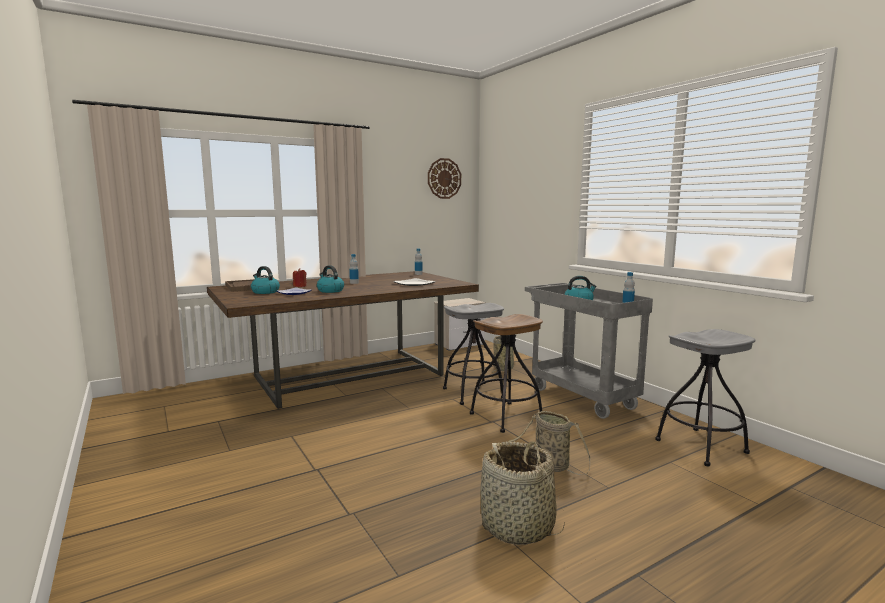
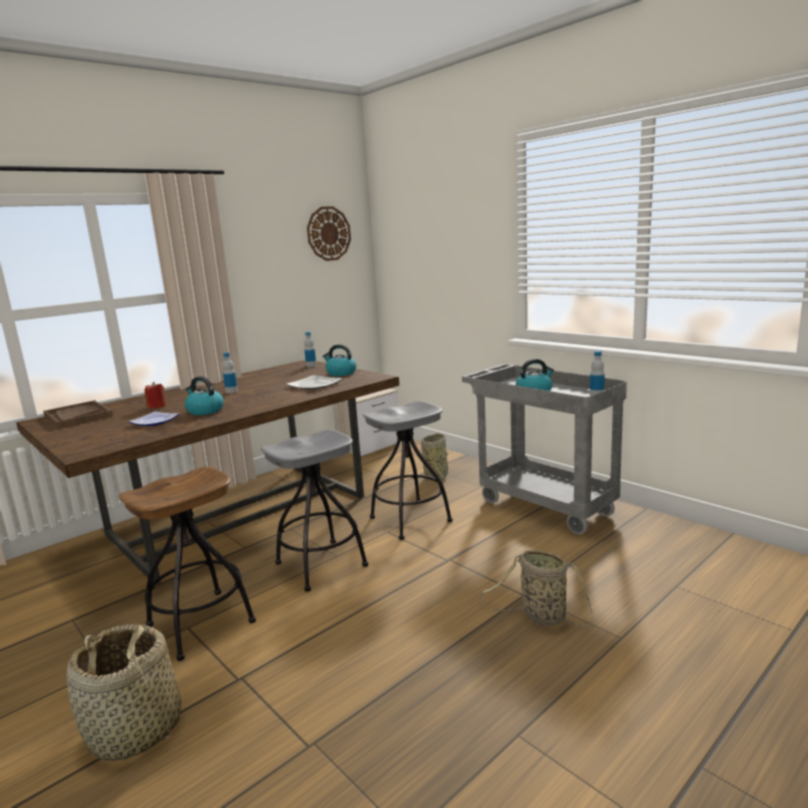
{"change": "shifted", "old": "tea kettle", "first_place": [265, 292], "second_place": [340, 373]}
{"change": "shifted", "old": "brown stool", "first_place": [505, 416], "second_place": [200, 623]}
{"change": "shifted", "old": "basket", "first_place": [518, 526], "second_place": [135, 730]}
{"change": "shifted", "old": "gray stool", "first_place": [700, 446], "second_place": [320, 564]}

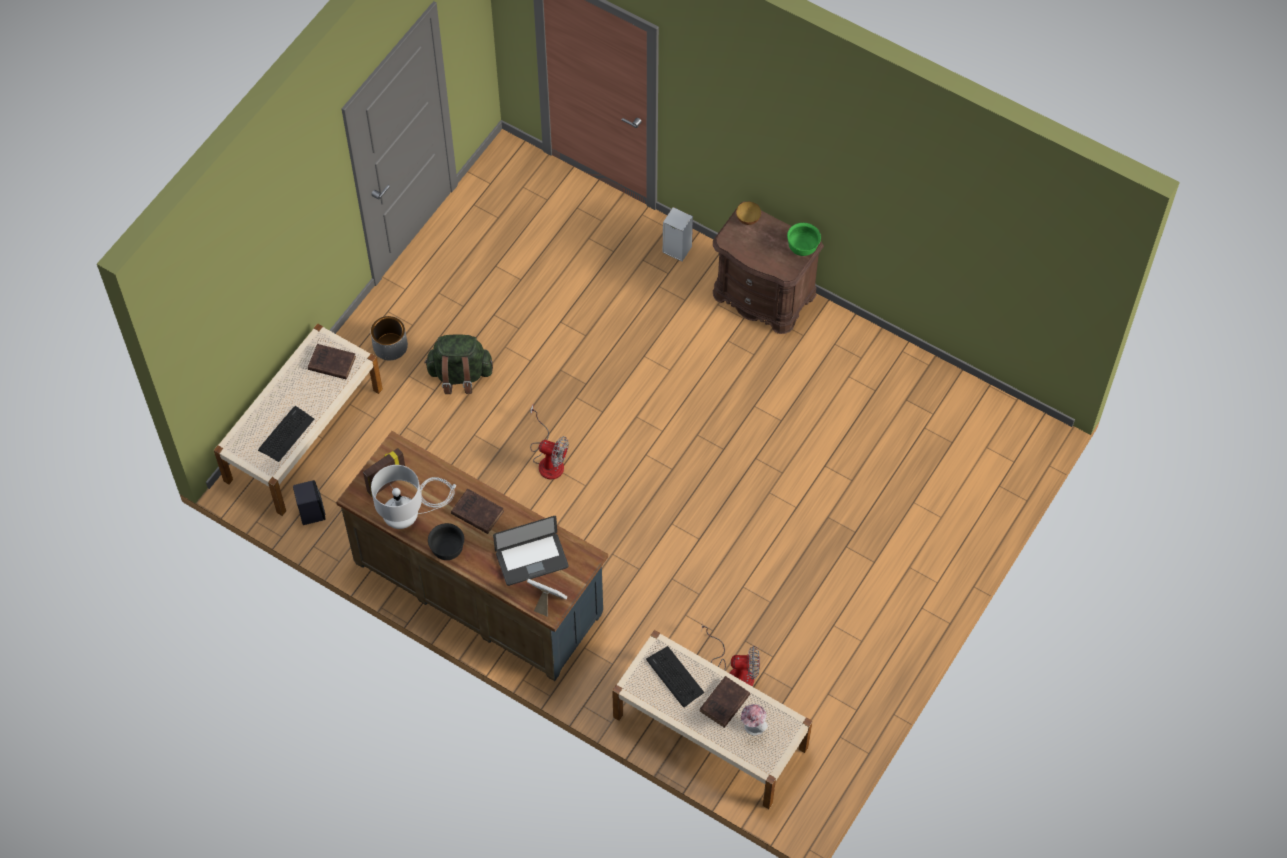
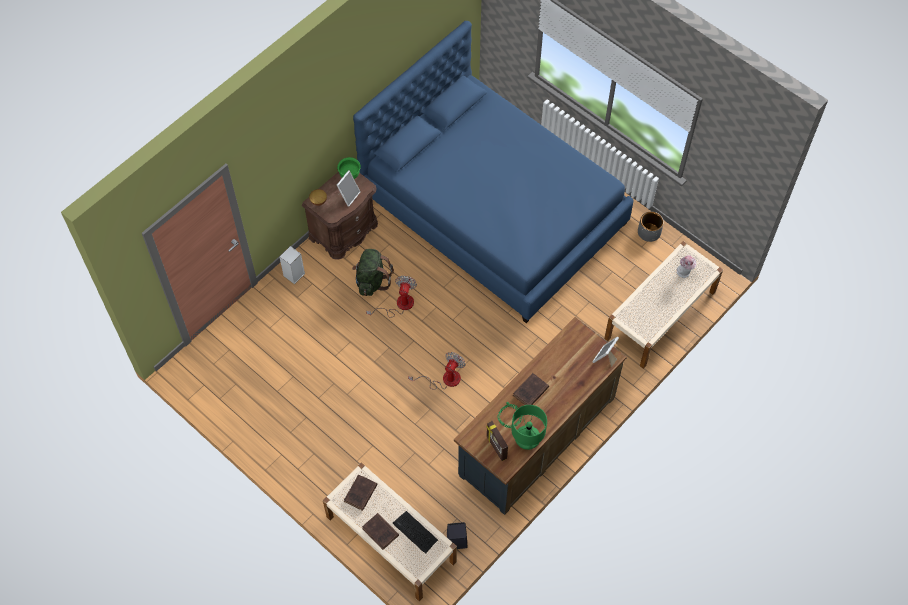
{"change": "gone", "old": "black serving bowl", "first_place": [447, 549]}
{"change": "gone", "old": "notebook computer", "first_place": [532, 560]}
{"change": "gone", "old": "keyboard", "first_place": [674, 677]}
{"change": "new", "new": "picture frame", "second_place": [348, 196]}
{"change": "new", "new": "bluish bedroom bed", "second_place": [493, 208]}
{"change": "shifted", "old": "gray planter", "first_place": [390, 346], "second_place": [649, 232]}
{"change": "shifted", "old": "green backpack", "first_place": [460, 375], "second_place": [372, 281]}
{"change": "shifted", "old": "brown volume", "first_place": [723, 704], "second_place": [381, 532]}
{"change": "shifted", "old": "electric fan", "first_place": [734, 671], "second_place": [399, 305]}
{"change": "repainted", "old": "white-coloured lamp for a table", "new": "green lamp for a table", "first_place": [415, 508], "second_place": [520, 431]}

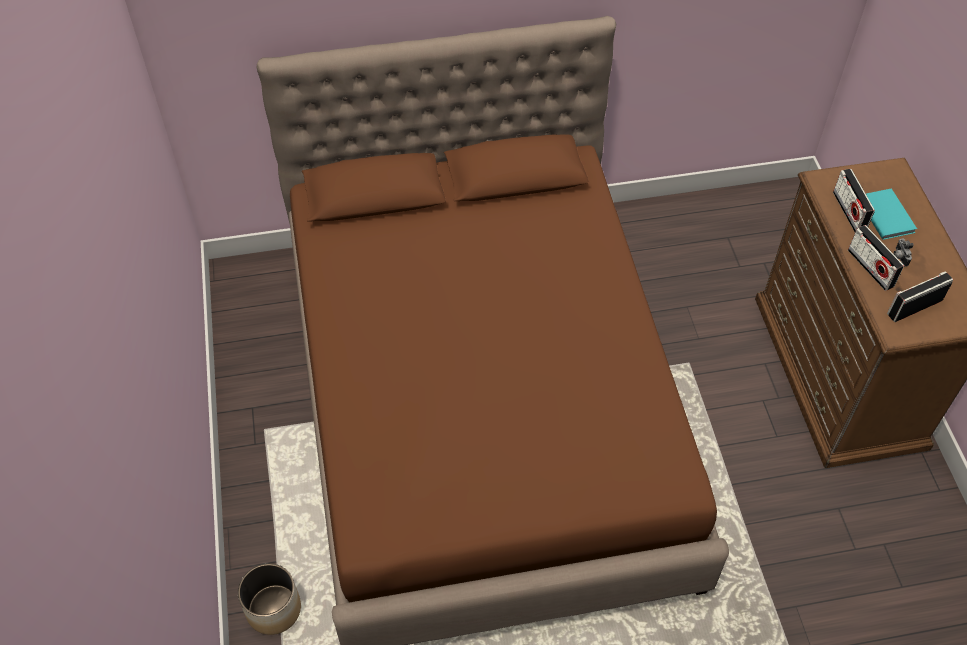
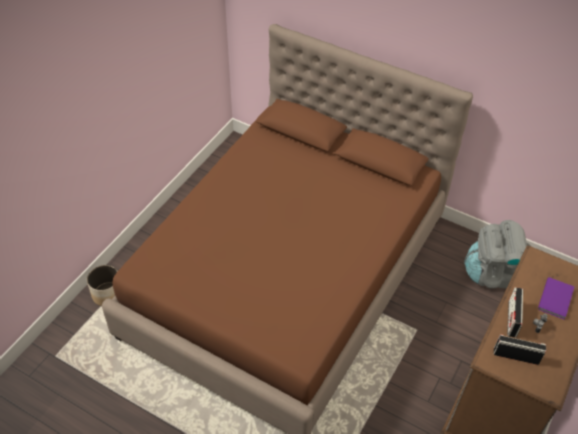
{"change": "gone", "old": "radio receiver", "first_place": [849, 212]}
{"change": "new", "new": "gray backpack", "second_place": [493, 274]}
{"change": "repainted", "old": "turquoise-coloured volume", "new": "purplish volume", "first_place": [886, 215], "second_place": [556, 299]}

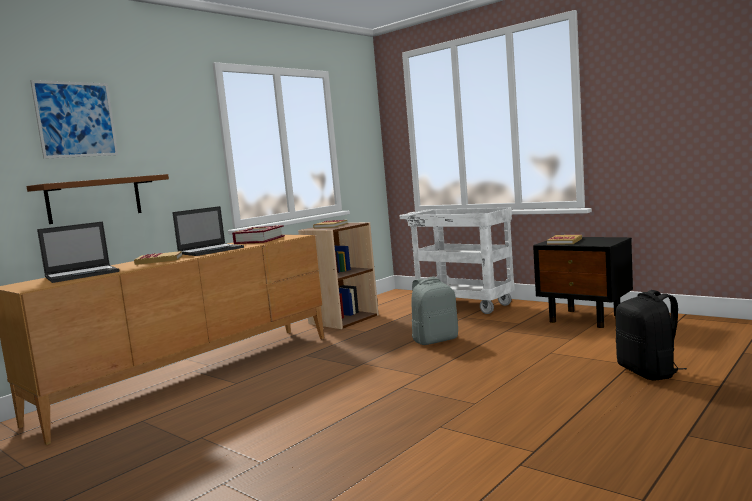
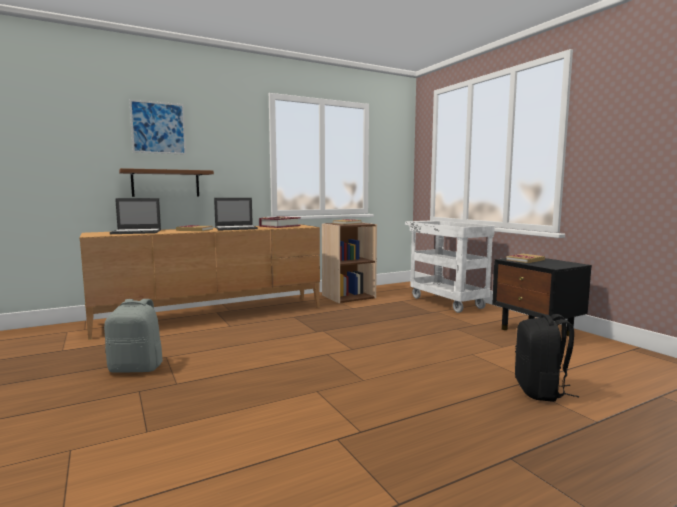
{"change": "shifted", "old": "gray backpack", "first_place": [435, 340], "second_place": [137, 368]}

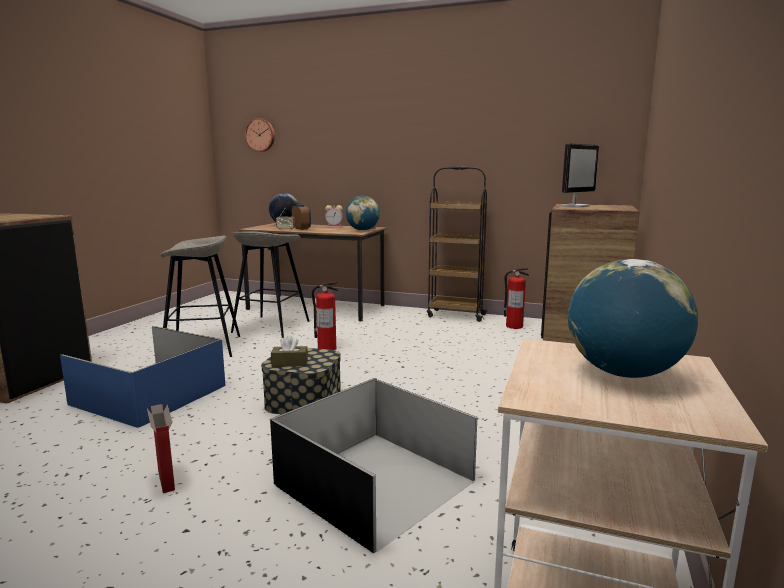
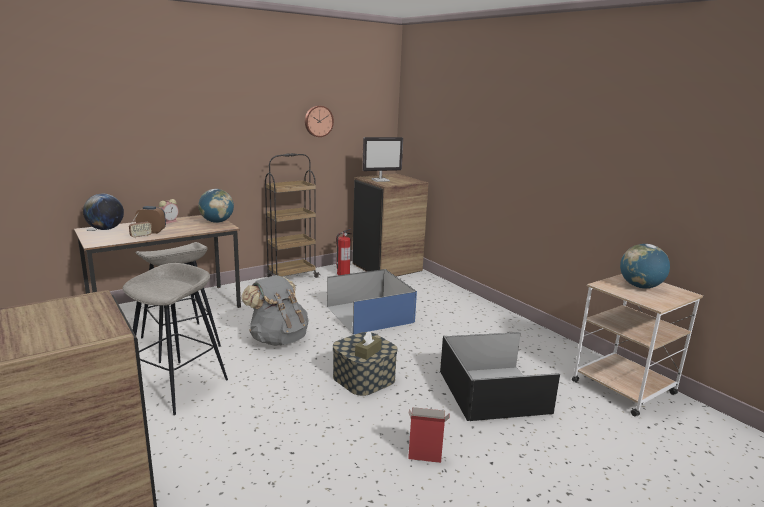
{"change": "shifted", "old": "bluish storage container", "first_place": [151, 394], "second_place": [369, 314]}
{"change": "shifted", "old": "wall clock", "first_place": [260, 135], "second_place": [318, 121]}
{"change": "swapped", "old": "fire-fighting cylinder", "new": "gray backpack", "first_place": [326, 348], "second_place": [278, 339]}
{"change": "rotated", "old": "monitor", "first_place": [575, 206], "second_place": [381, 180], "degrees": 75}

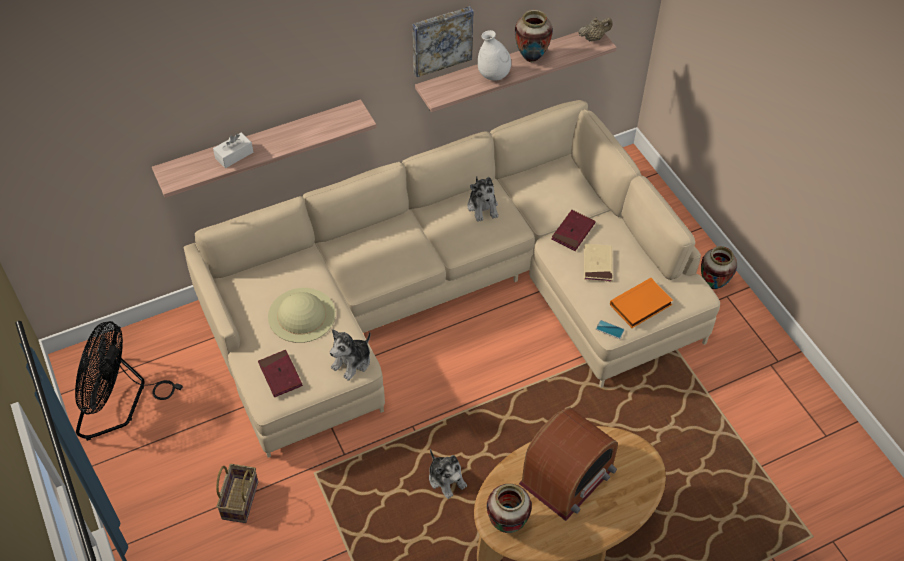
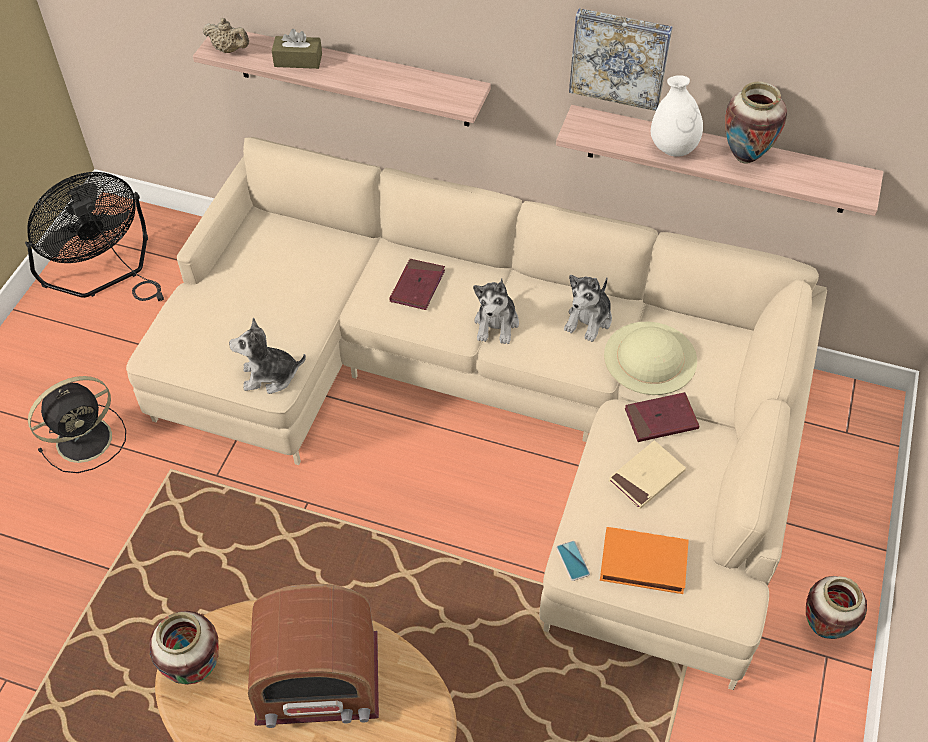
{"change": "shifted", "old": "red-coloured volume", "first_place": [280, 375], "second_place": [417, 286]}
{"change": "shifted", "old": "beige-coloured wearable hat", "first_place": [302, 315], "second_place": [650, 358]}
{"change": "shifted", "old": "plush toy", "first_place": [446, 479], "second_place": [496, 324]}
{"change": "shifted", "old": "beige-coloured teapot", "first_place": [593, 38], "second_place": [229, 50]}
{"change": "swapped", "old": "basket", "new": "black electric fan", "first_place": [239, 499], "second_place": [86, 438]}
{"change": "repainted", "old": "white-coloured tissue holder", "new": "brown tissue holder", "first_place": [234, 155], "second_place": [298, 60]}

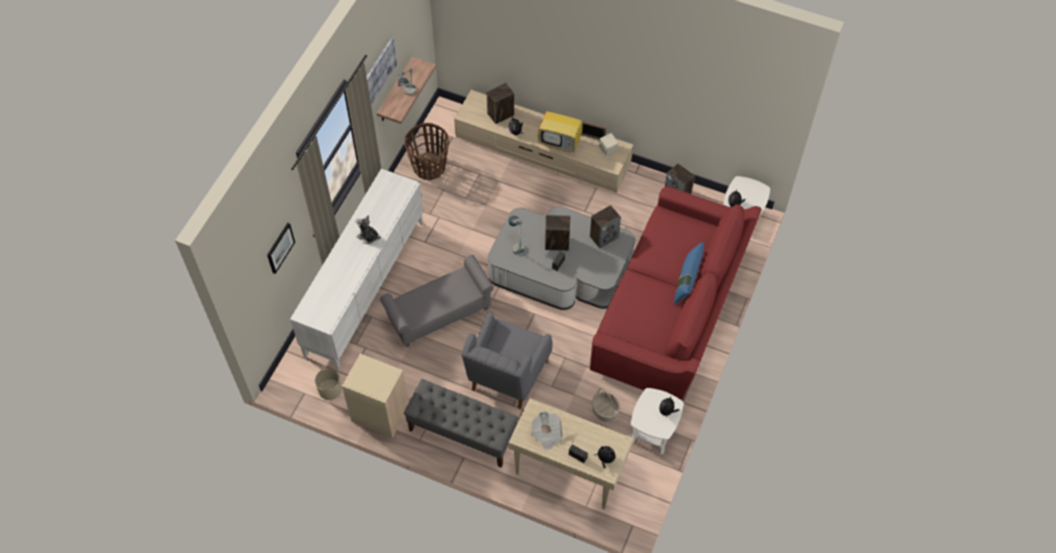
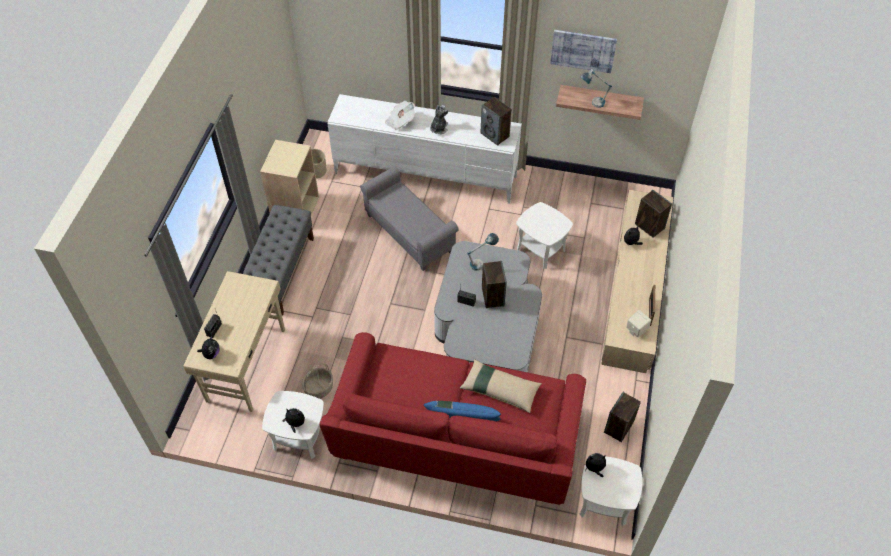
{"change": "gone", "old": "picture", "first_place": [280, 248]}
{"change": "gone", "old": "basket", "first_place": [429, 167]}
{"change": "gone", "old": "gray easy chair", "first_place": [507, 376]}
{"change": "gone", "old": "TV set", "first_place": [560, 142]}
{"change": "new", "new": "beige-coloured pillow", "second_place": [500, 389]}
{"change": "new", "new": "white-coloured side table", "second_place": [541, 249]}
{"change": "shifted", "old": "newspaper", "first_place": [547, 434], "second_place": [400, 121]}
{"change": "shifted", "old": "loudspeaker", "first_place": [604, 237], "second_place": [495, 135]}

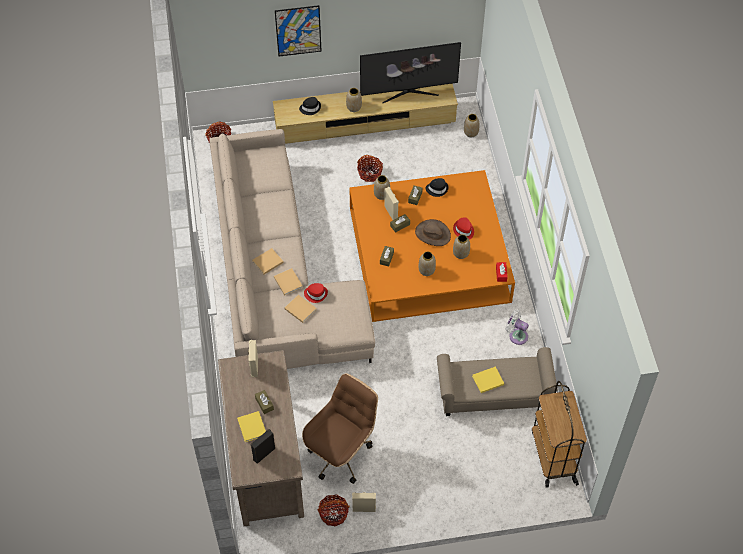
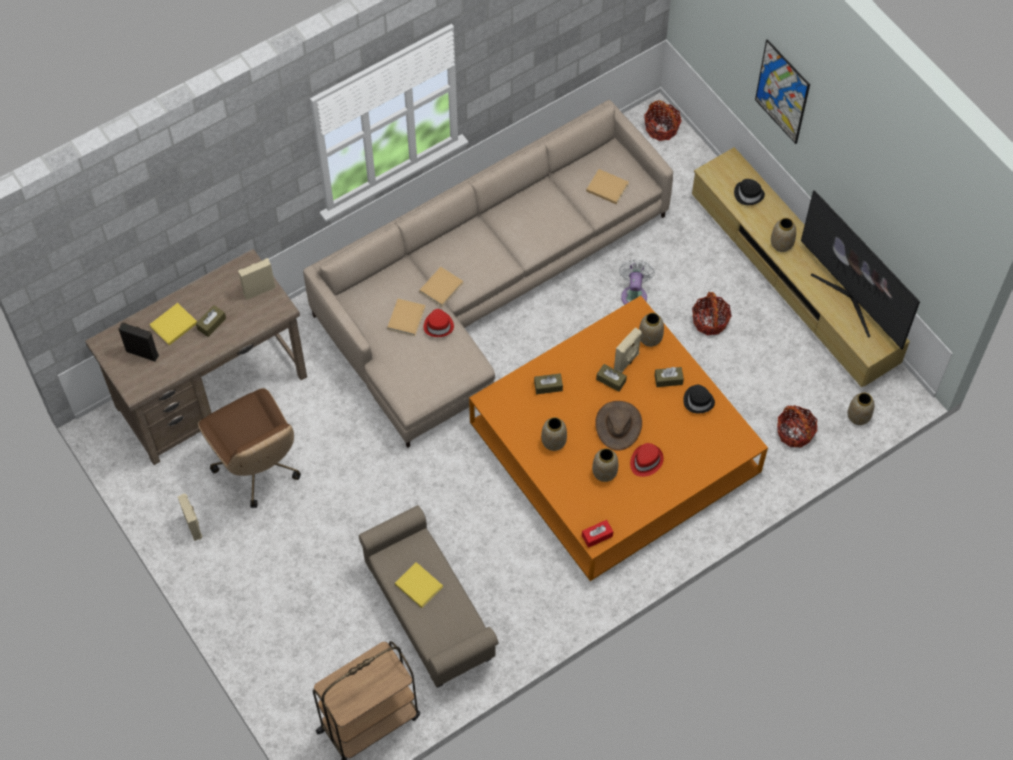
{"change": "shifted", "old": "beige-coloured volume", "first_place": [267, 262], "second_place": [606, 187]}
{"change": "shifted", "old": "basket", "first_place": [333, 514], "second_place": [794, 432]}
{"change": "shifted", "old": "white-coloured electric fan", "first_place": [516, 335], "second_place": [634, 294]}
{"change": "rotated", "old": "brown office chair", "first_place": [342, 454], "second_place": [258, 470], "degrees": 45}

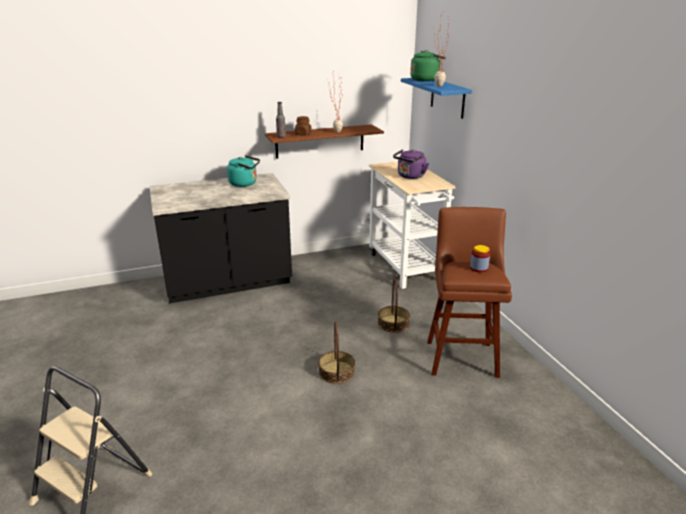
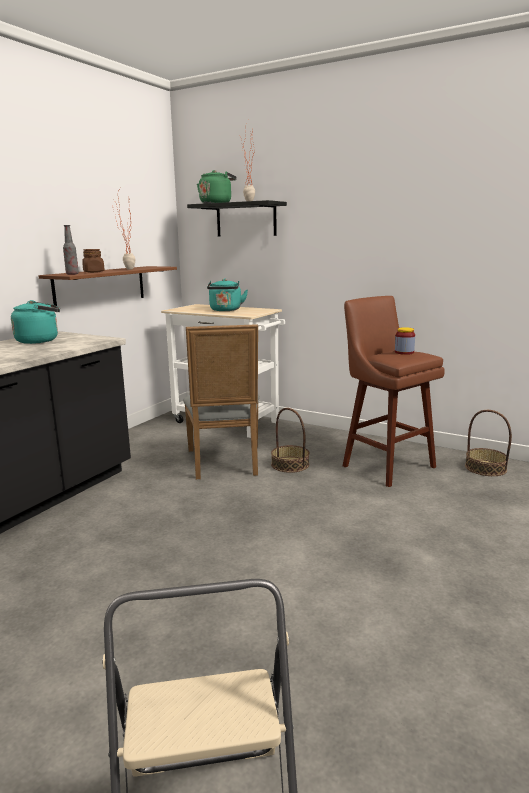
{"change": "new", "new": "gray chair", "second_place": [225, 464]}
{"change": "shifted", "old": "basket", "first_place": [336, 372], "second_place": [485, 468]}
{"change": "repainted", "old": "purplish tea kettle", "new": "turquoise-coloured tea kettle", "first_place": [410, 176], "second_place": [225, 310]}
{"change": "repainted", "old": "bluish shelf", "new": "black shelf", "first_place": [447, 97], "second_place": [246, 220]}

